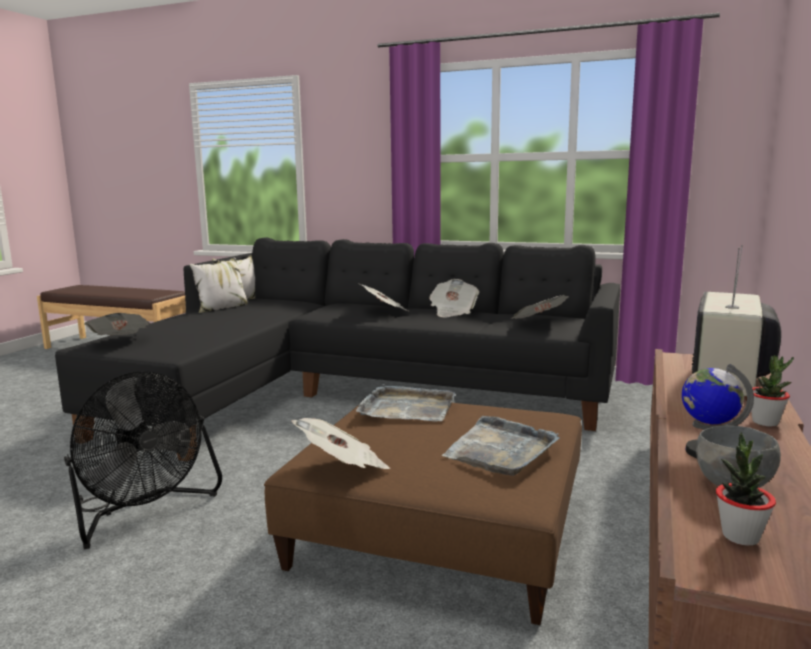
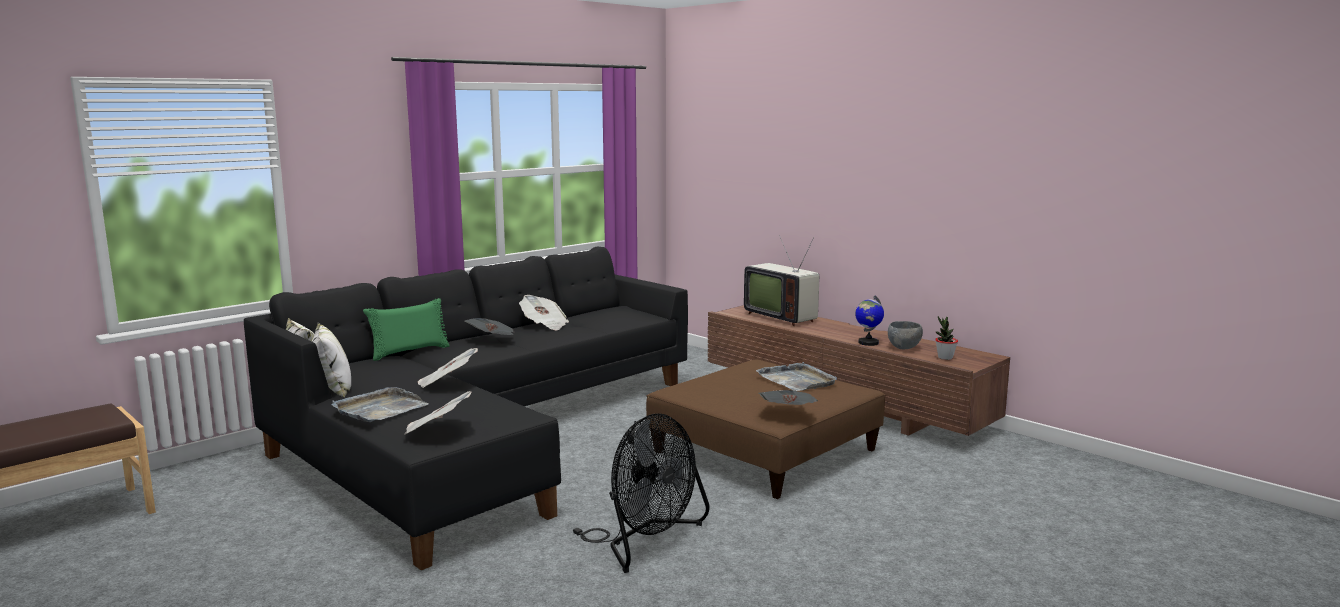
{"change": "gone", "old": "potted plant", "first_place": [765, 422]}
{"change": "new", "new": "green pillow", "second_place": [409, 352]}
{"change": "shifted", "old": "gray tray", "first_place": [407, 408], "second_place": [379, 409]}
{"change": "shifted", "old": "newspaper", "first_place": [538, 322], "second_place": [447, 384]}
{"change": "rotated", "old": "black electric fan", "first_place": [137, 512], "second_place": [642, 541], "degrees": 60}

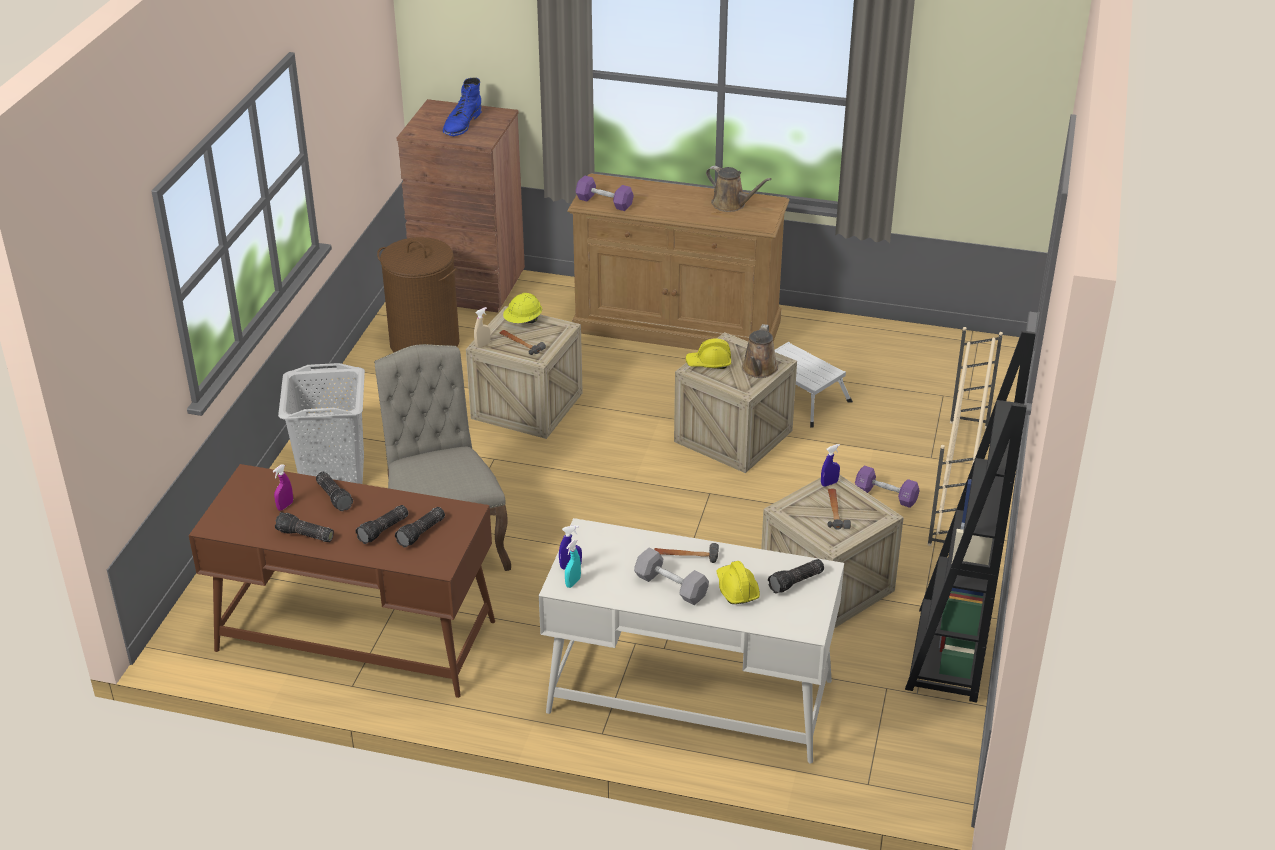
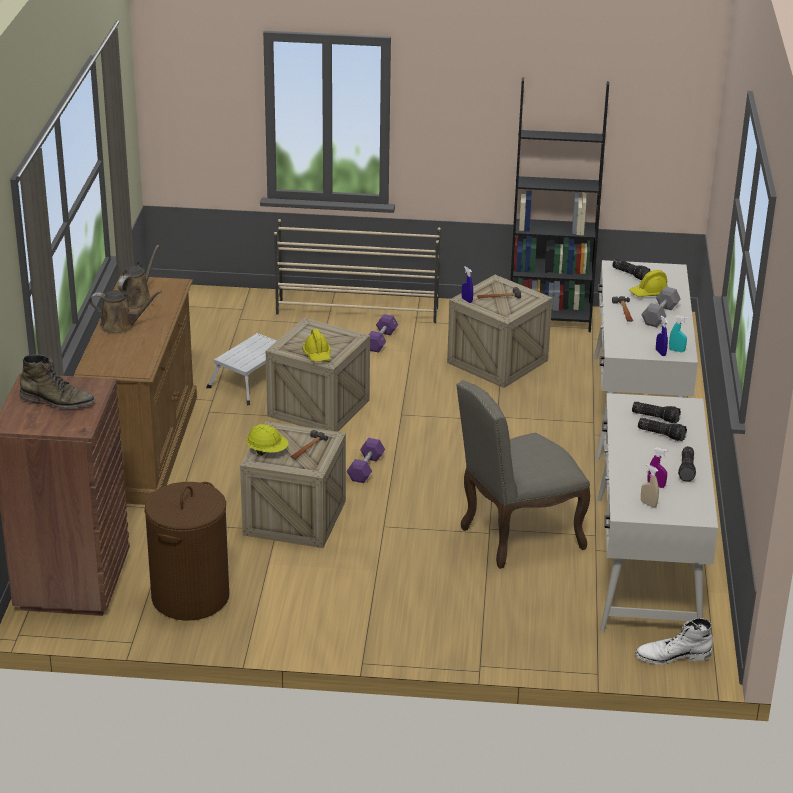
{"change": "gone", "old": "gray laundry basket", "first_place": [333, 471]}
{"change": "gone", "old": "flashlight", "first_place": [335, 496]}
{"change": "new", "new": "white-coloured tall boot", "second_place": [673, 656]}
{"change": "shifted", "old": "beige-coloured spray bottle", "first_place": [483, 345], "second_place": [648, 504]}
{"change": "shifted", "old": "purplish free weight", "first_place": [604, 202], "second_place": [366, 468]}
{"change": "shifted", "old": "brown watering pot", "first_place": [759, 370], "second_place": [121, 326]}
{"change": "repainted", "old": "brown desk unit", "new": "white-coloured desk unit", "first_place": [355, 635], "second_place": [646, 565]}
{"change": "repainted", "old": "bluish tall boot", "new": "green tall boot", "first_place": [462, 124], "second_place": [57, 401]}

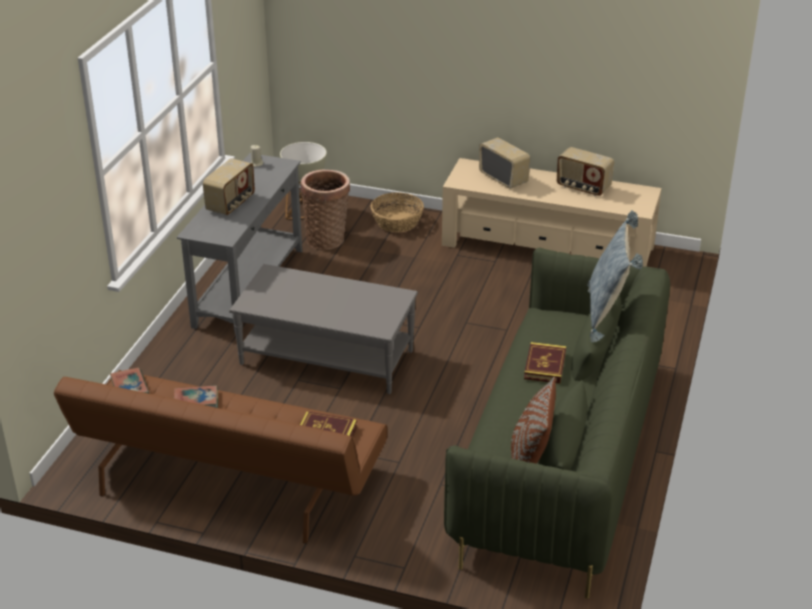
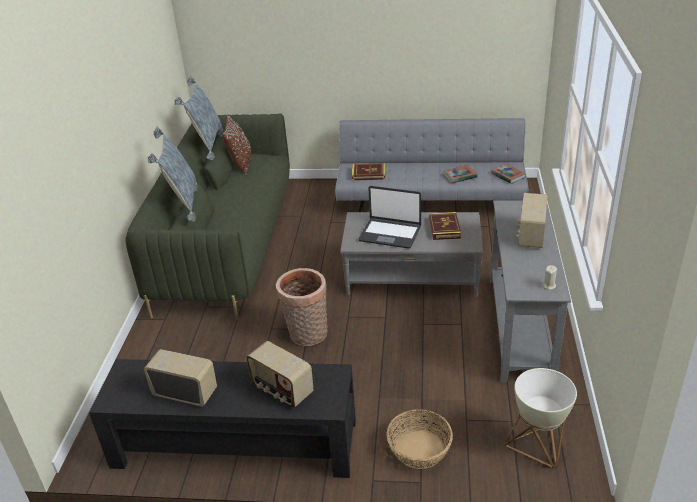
{"change": "new", "new": "pillow", "second_place": [206, 148]}
{"change": "new", "new": "notebook computer", "second_place": [390, 233]}
{"change": "shifted", "old": "basket", "first_place": [327, 239], "second_place": [307, 335]}
{"change": "shifted", "old": "volume", "first_place": [545, 366], "second_place": [444, 228]}
{"change": "repainted", "old": "brown settee", "new": "gray settee", "first_place": [229, 473], "second_place": [431, 200]}
{"change": "repainted", "old": "beige-coloured tv stand", "new": "black tv stand", "first_place": [547, 246], "second_place": [235, 443]}

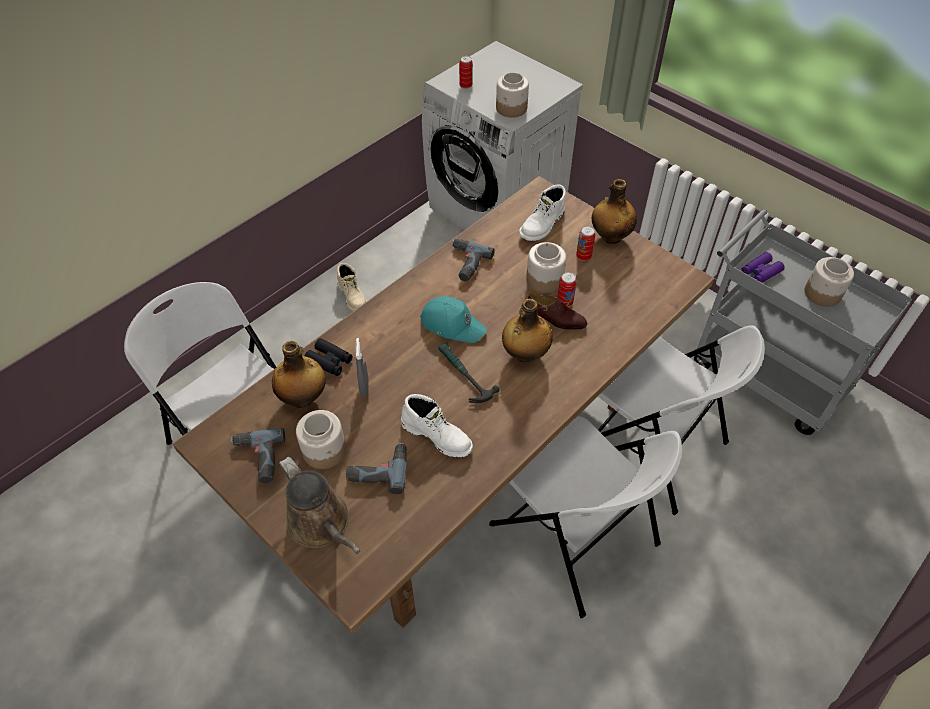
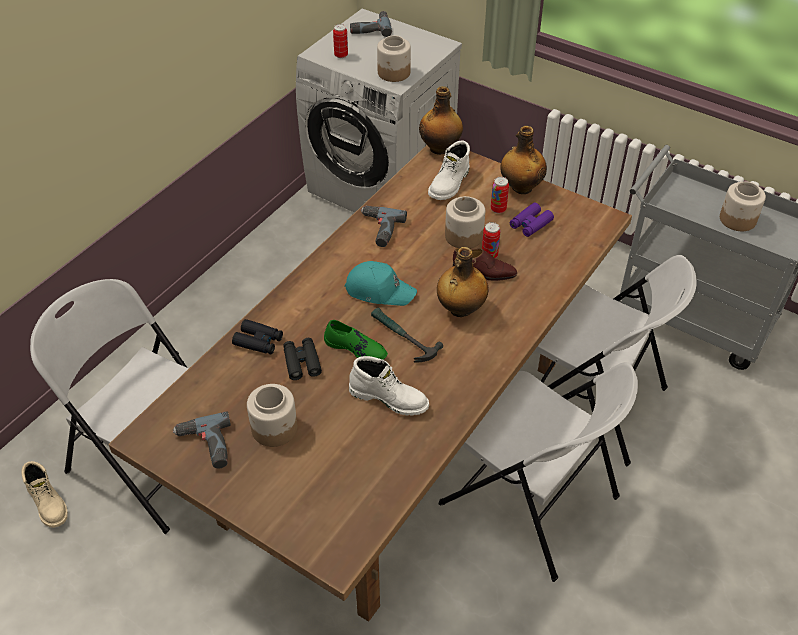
{"change": "gone", "old": "brown watering pot", "first_place": [322, 524]}
{"change": "new", "new": "green low shoe", "second_place": [356, 348]}
{"change": "shifted", "old": "bottle", "first_place": [304, 398], "second_place": [440, 148]}
{"change": "shifted", "old": "beige-coloured tall boot", "first_place": [353, 296], "second_place": [49, 503]}
{"change": "shifted", "old": "drill", "first_place": [378, 469], "second_place": [370, 28]}
{"change": "shifted", "old": "purplish pair of binoculars", "first_place": [760, 272], "second_place": [530, 224]}
{"change": "swapped", "old": "gray spray bottle", "new": "black pair of binoculars", "first_place": [364, 387], "second_place": [302, 362]}

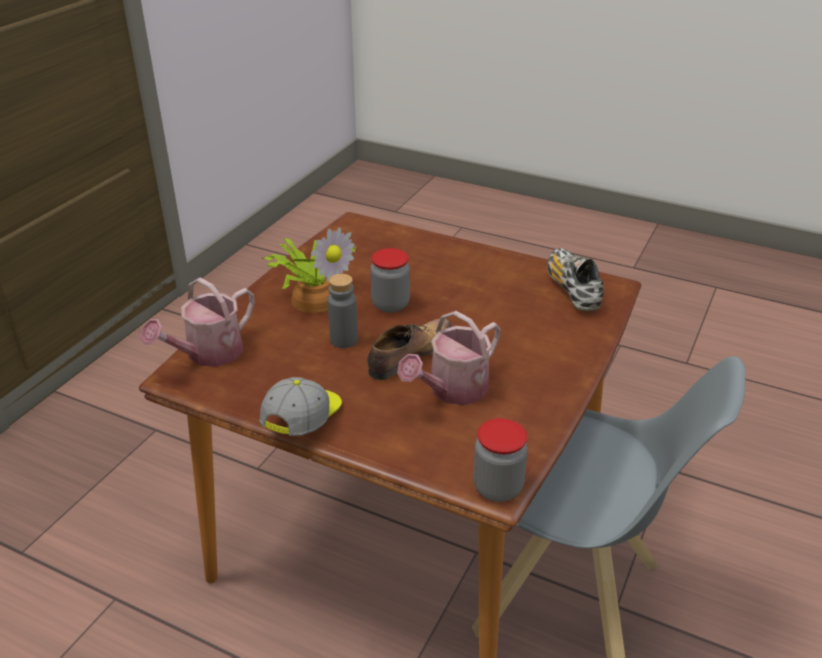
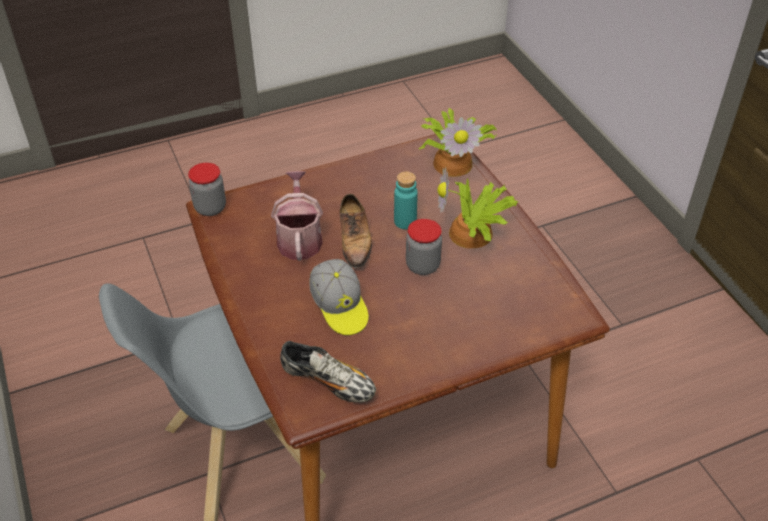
{"change": "shifted", "old": "cap", "first_place": [304, 420], "second_place": [339, 307]}
{"change": "swapped", "old": "watering pot", "new": "potted plant", "first_place": [208, 354], "second_place": [454, 162]}
{"change": "repainted", "old": "gray bottle", "new": "turquoise-coloured bottle", "first_place": [344, 340], "second_place": [405, 221]}

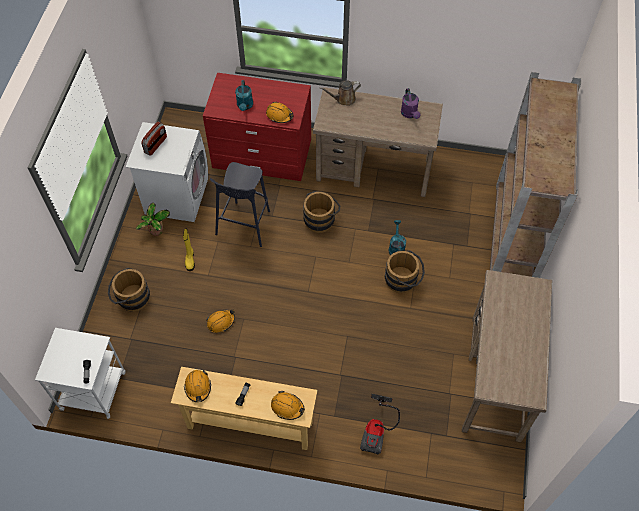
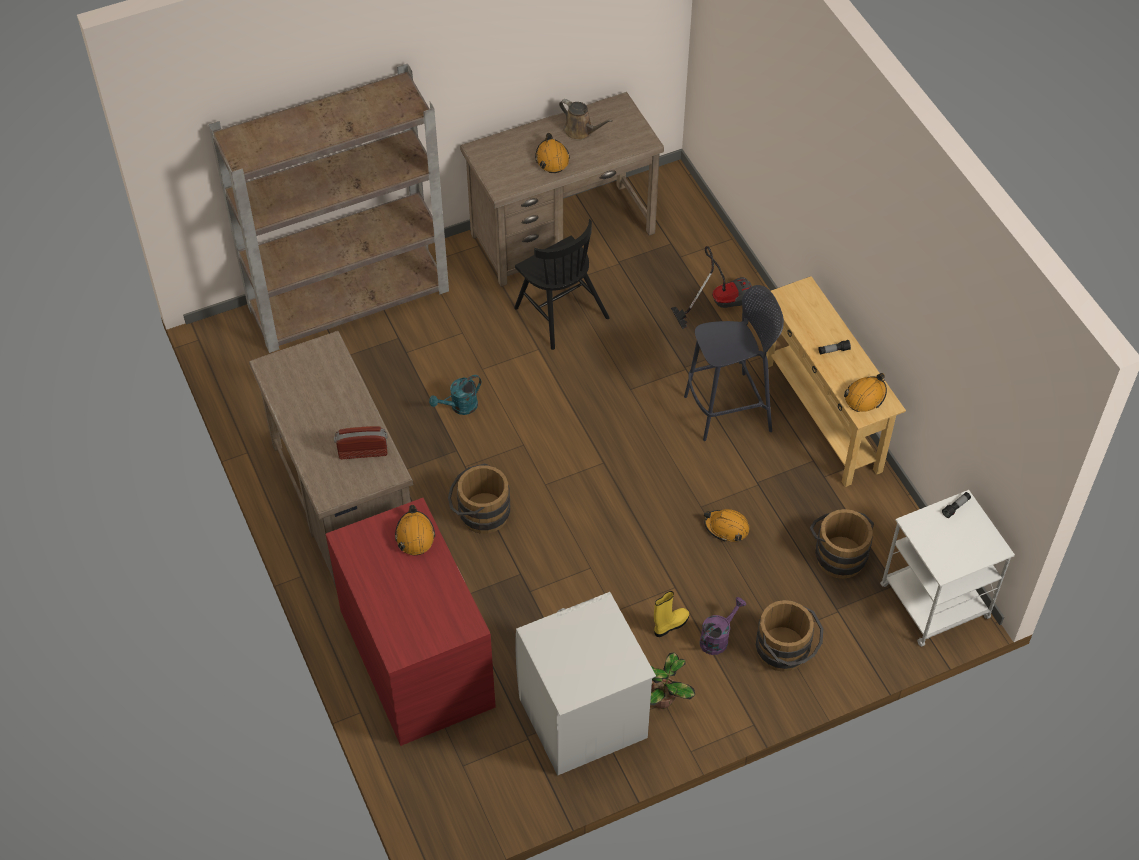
{"change": "gone", "old": "turquoise-coloured watering pot", "first_place": [245, 106]}
{"change": "new", "new": "black chair", "second_place": [558, 309]}
{"change": "shifted", "old": "radio receiver", "first_place": [156, 145], "second_place": [363, 452]}
{"change": "shifted", "old": "gray stool", "first_place": [245, 225], "second_place": [728, 409]}
{"change": "shifted", "old": "orange-coloured hard hat", "first_place": [287, 407], "second_place": [552, 159]}
{"change": "shifted", "old": "brown watering pot", "first_place": [343, 99], "second_place": [581, 131]}
{"change": "shifted", "old": "brown pail", "first_place": [403, 280], "second_place": [838, 553]}
{"change": "shifted", "old": "purplish watering pot", "first_place": [410, 114], "second_place": [717, 638]}

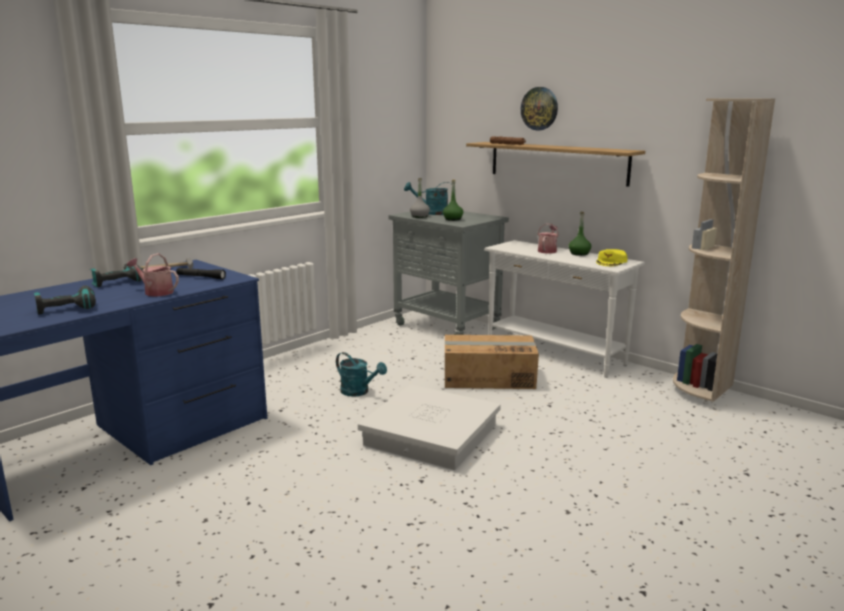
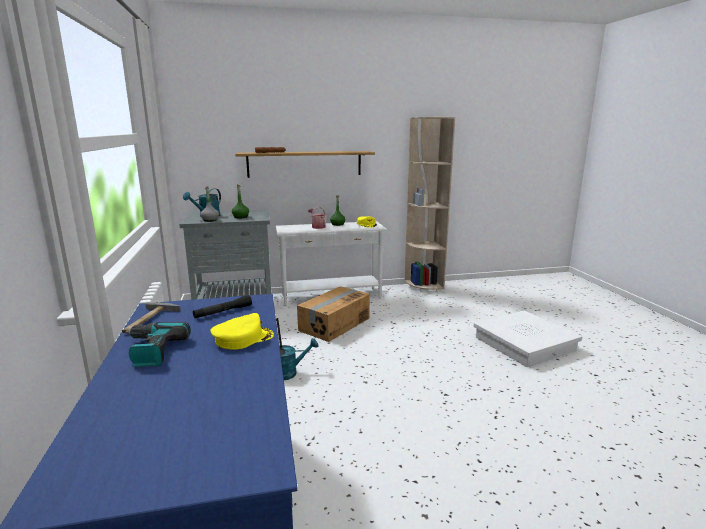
{"change": "gone", "old": "drill", "first_place": [67, 307]}
{"change": "gone", "old": "wall clock", "first_place": [539, 108]}
{"change": "shifted", "old": "white-coloured storage container", "first_place": [431, 435], "second_place": [524, 344]}
{"change": "swapped", "old": "watering pot", "new": "yellow-coloured cap", "first_place": [156, 292], "second_place": [243, 338]}

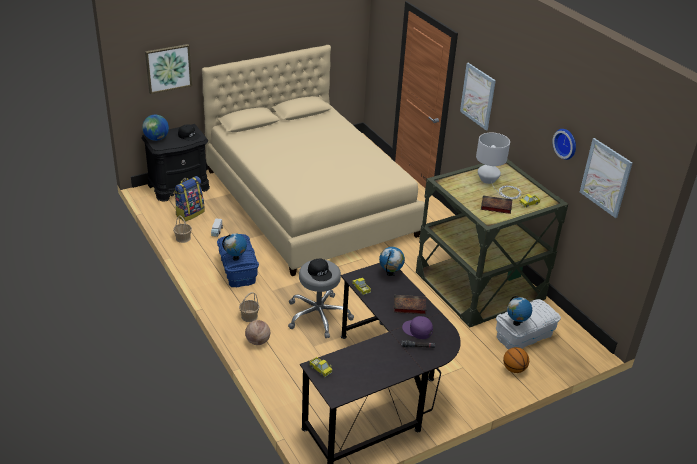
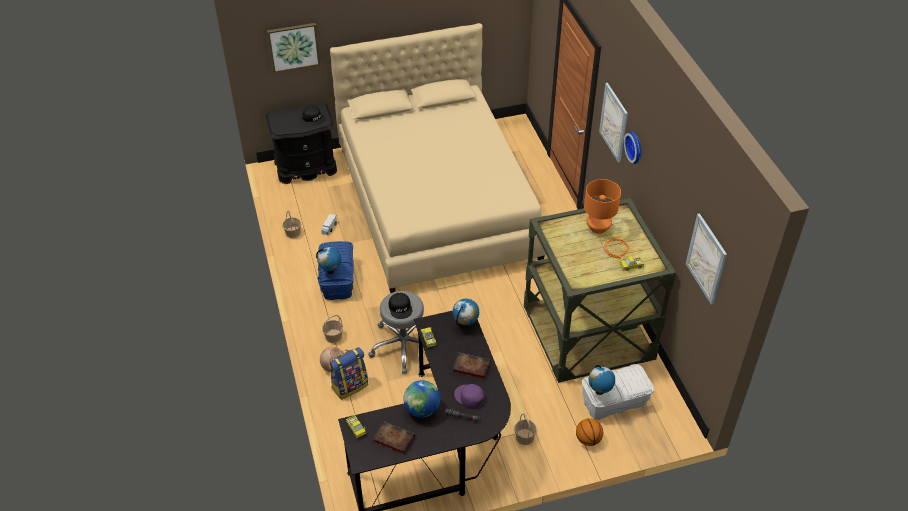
{"change": "new", "new": "basket", "second_place": [525, 437]}
{"change": "shifted", "old": "globe", "first_place": [156, 139], "second_place": [422, 409]}
{"change": "shifted", "old": "backpack", "first_place": [190, 213], "second_place": [349, 385]}
{"change": "shifted", "old": "volume", "first_place": [495, 206], "second_place": [392, 439]}
{"change": "shifted", "old": "wall clock", "first_place": [566, 143], "second_place": [635, 146]}
{"change": "repainted", "old": "white-coloured lamp for a table", "new": "orange-coloured lamp for a table", "first_place": [496, 184], "second_place": [605, 236]}

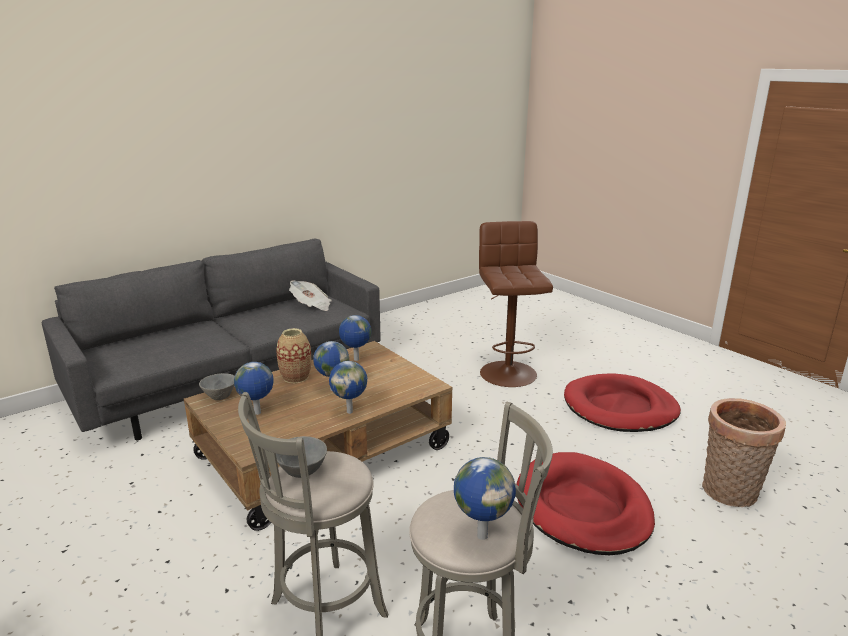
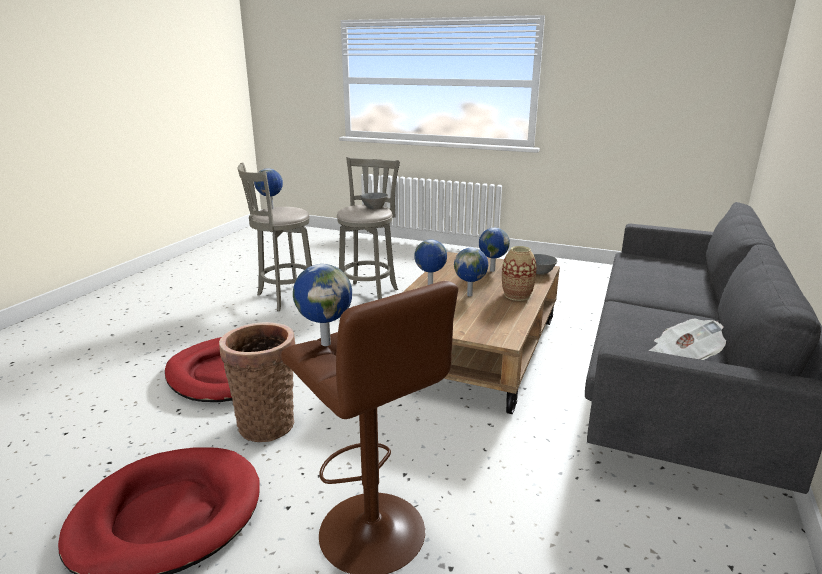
{"change": "shifted", "old": "globe", "first_place": [356, 360], "second_place": [326, 343]}
{"change": "shifted", "old": "basket", "first_place": [729, 494], "second_place": [267, 422]}

